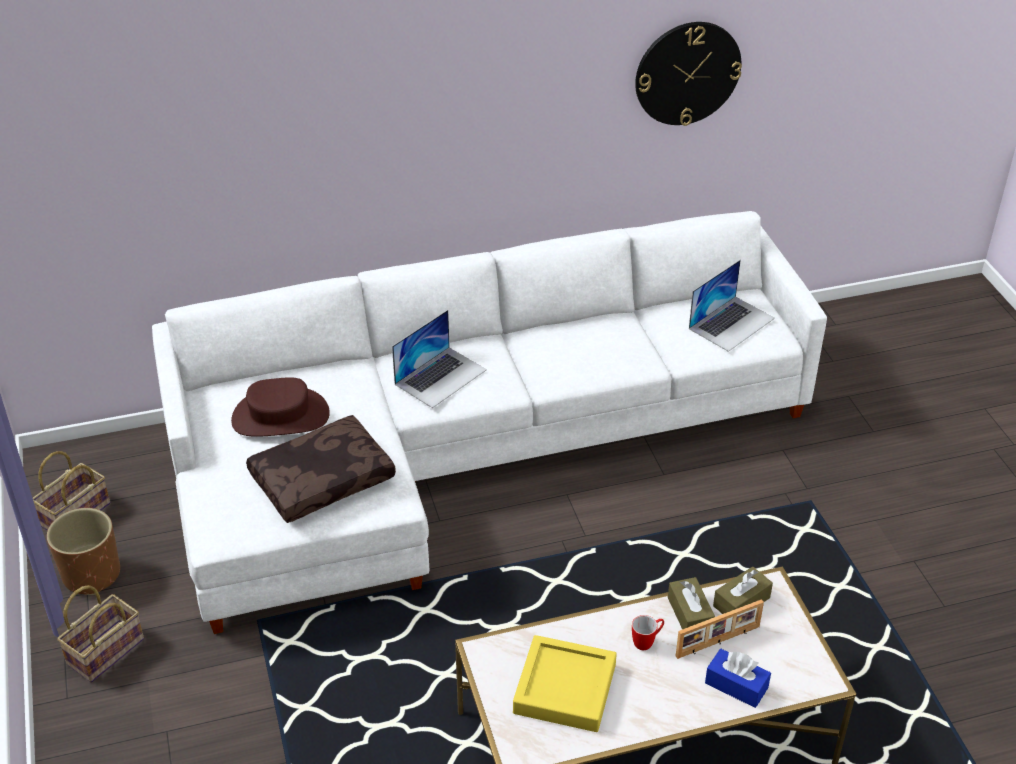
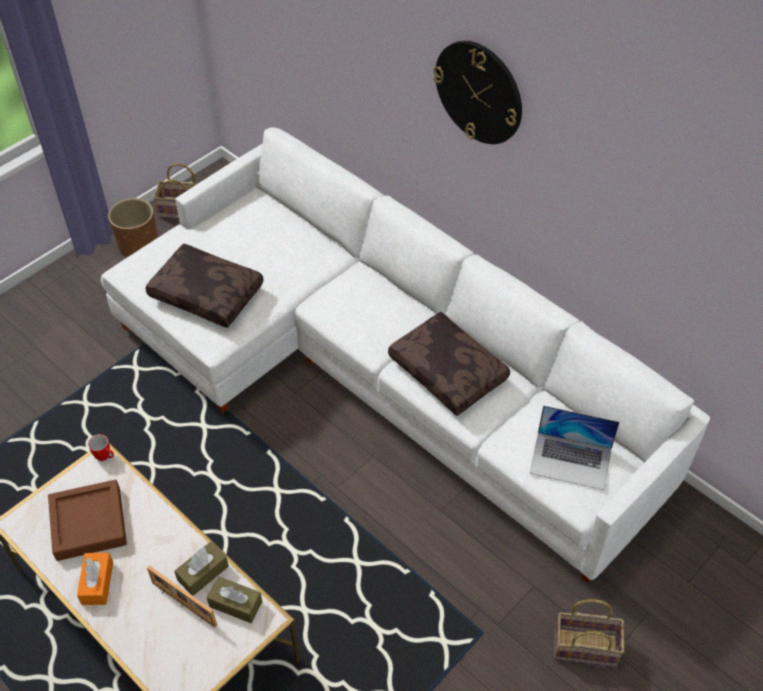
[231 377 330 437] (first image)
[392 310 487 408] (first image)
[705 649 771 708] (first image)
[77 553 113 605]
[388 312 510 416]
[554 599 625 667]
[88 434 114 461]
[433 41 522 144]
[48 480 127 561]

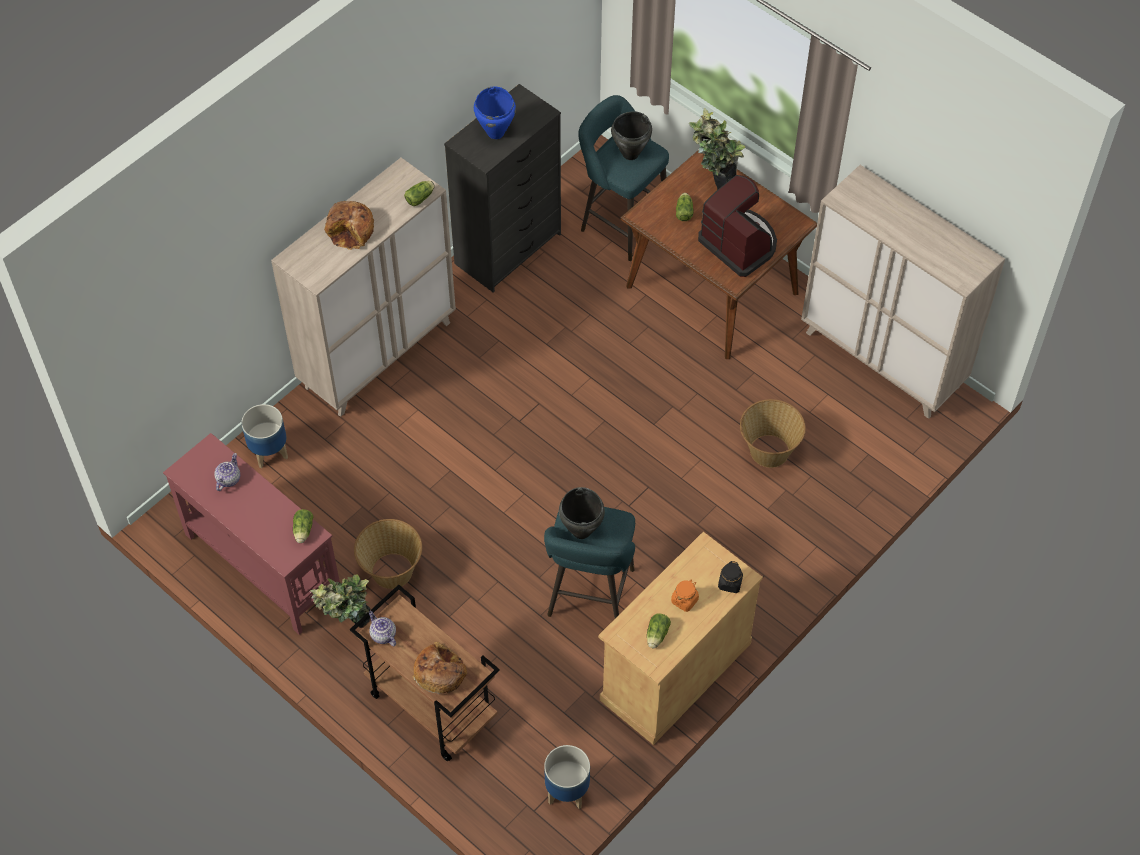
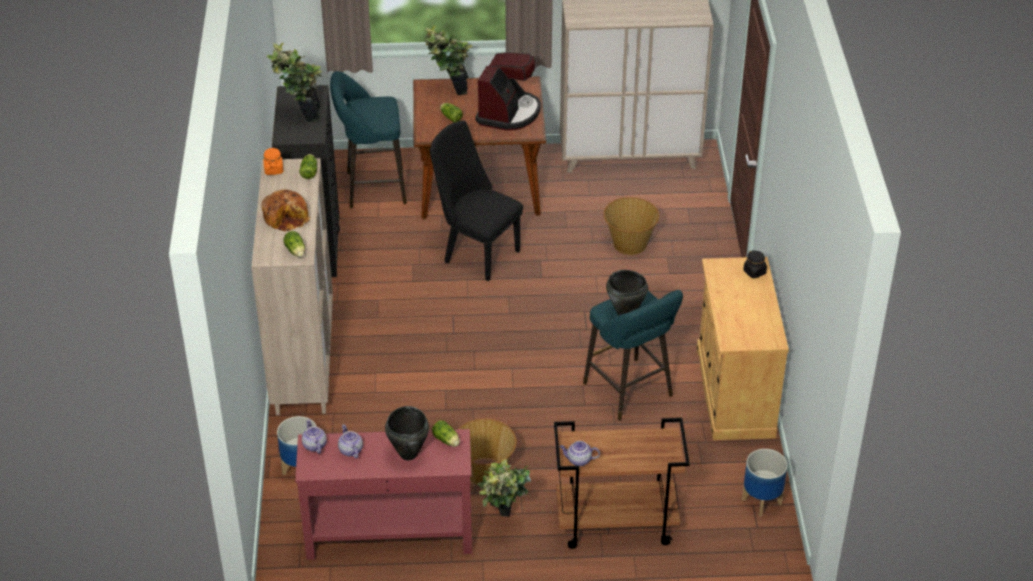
[413 642 467 694] (first image)
[302 419 327 454]
[430 120 523 281]
[385 406 429 460]
[283 231 305 257]
[263 148 283 175]
[266 43 322 122]
[475 52 541 130]

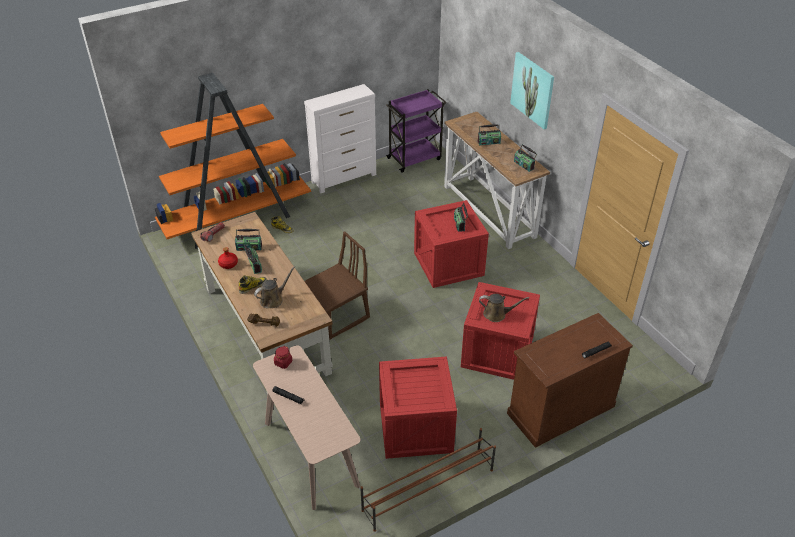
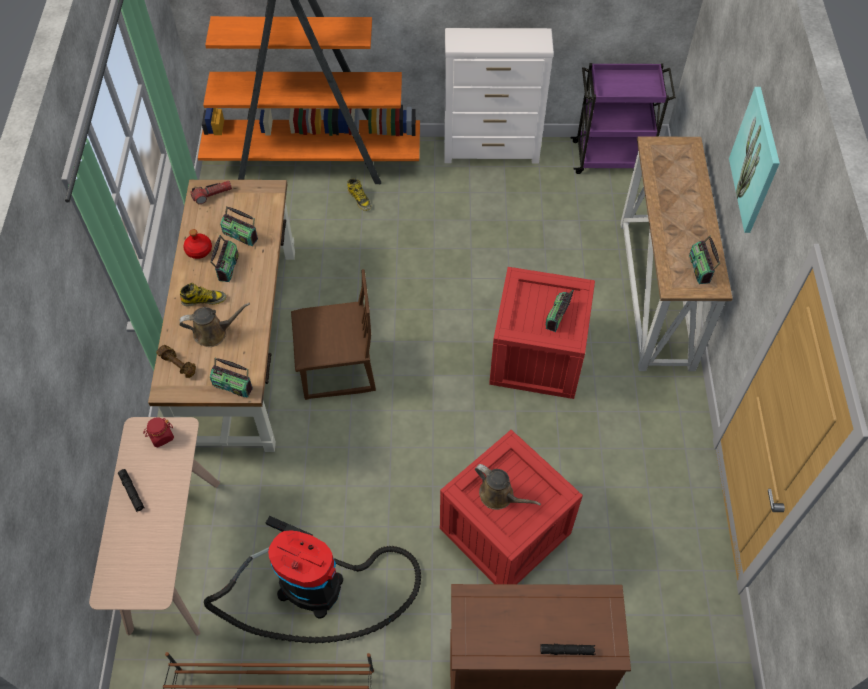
[210 357 253 398]
[204 516 421 643]

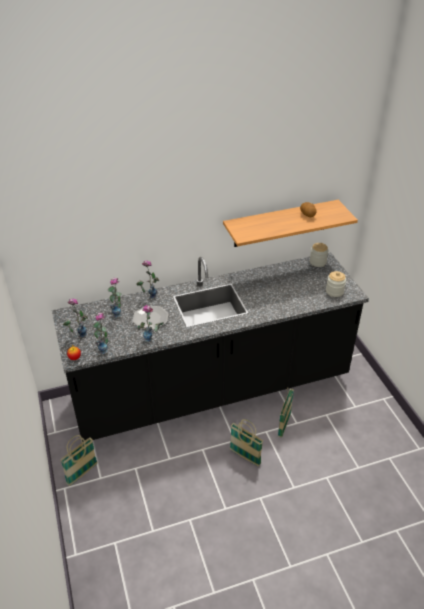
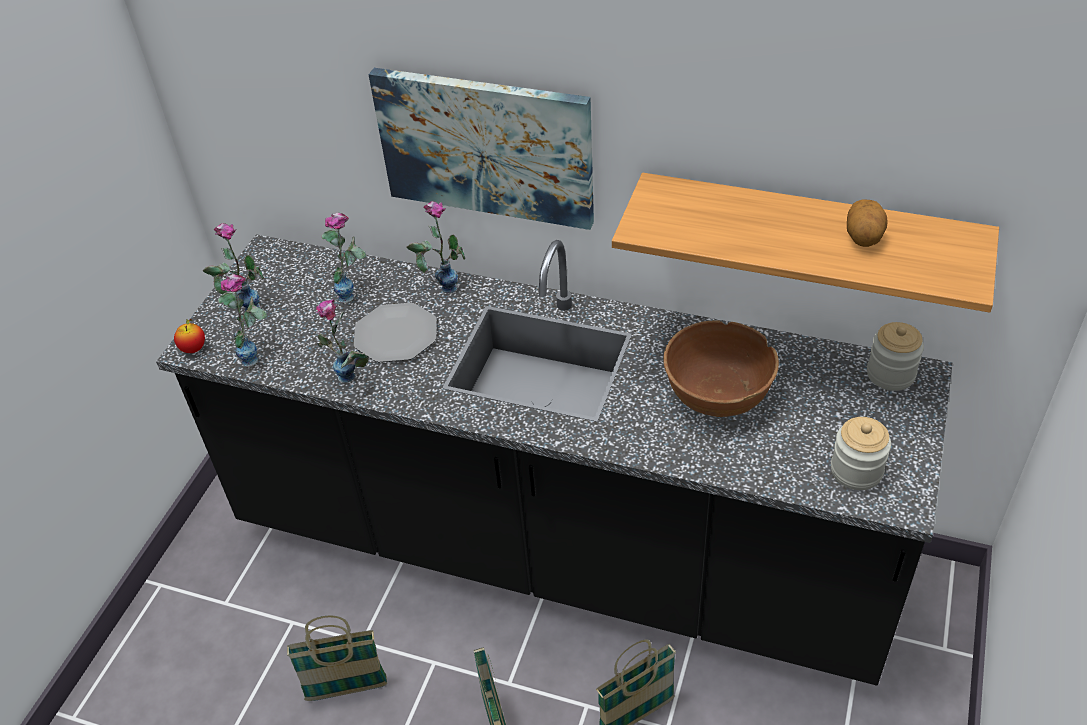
[368 68 594 230]
[663 320 779 417]
[287 616 387 701]

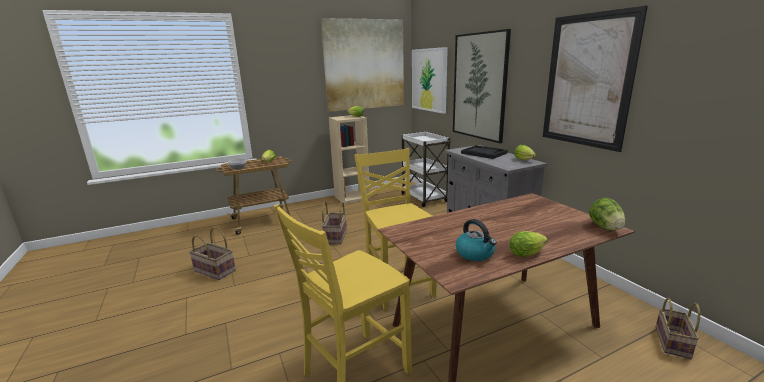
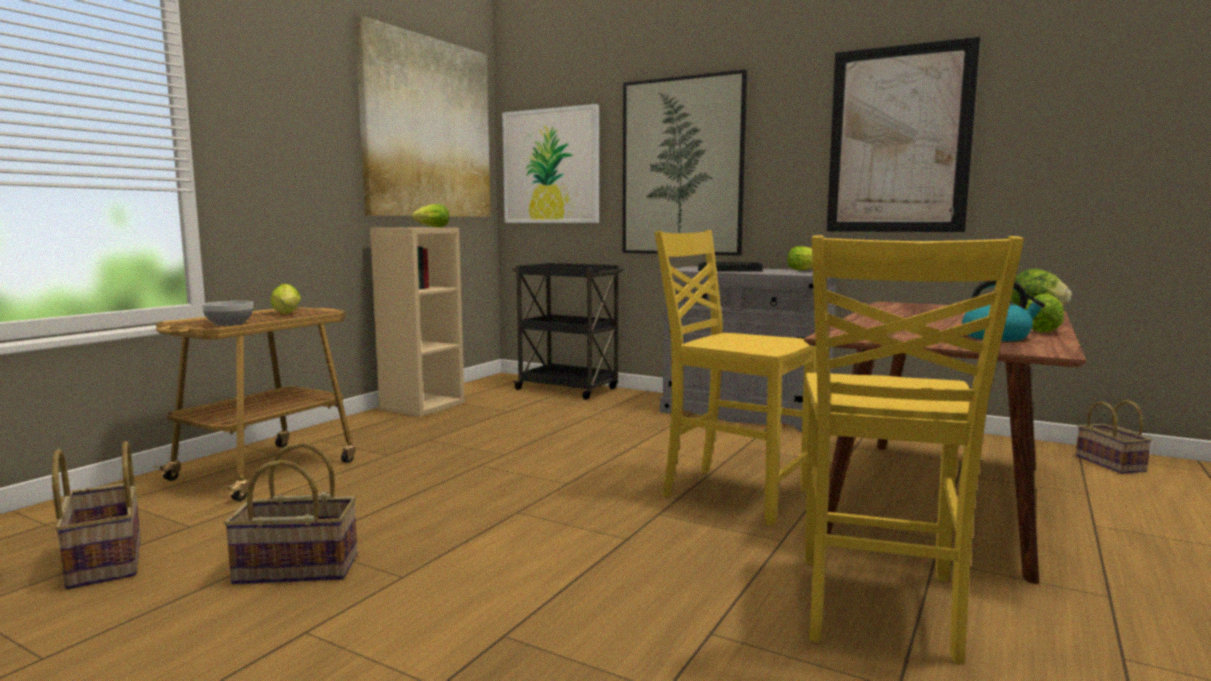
[52 441 141 590]
[512 263 624 400]

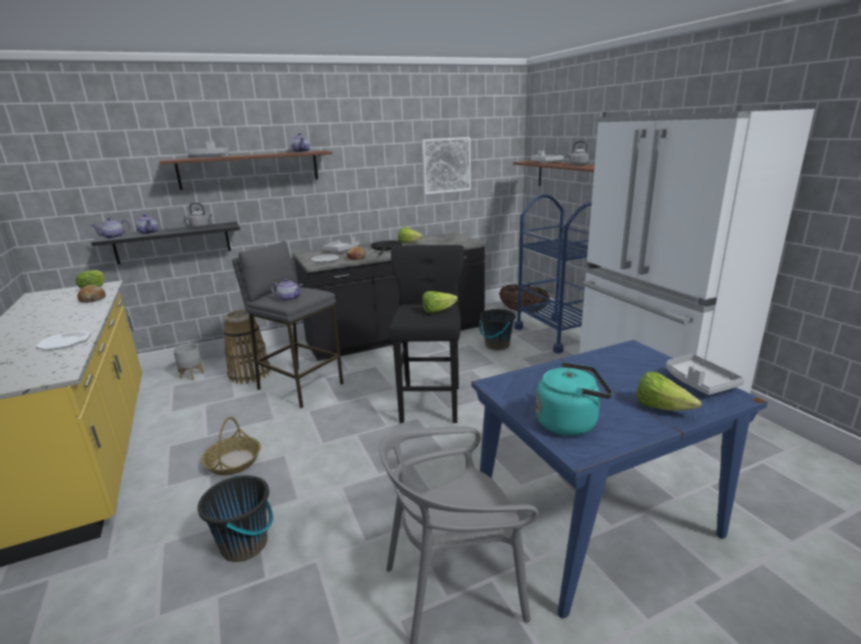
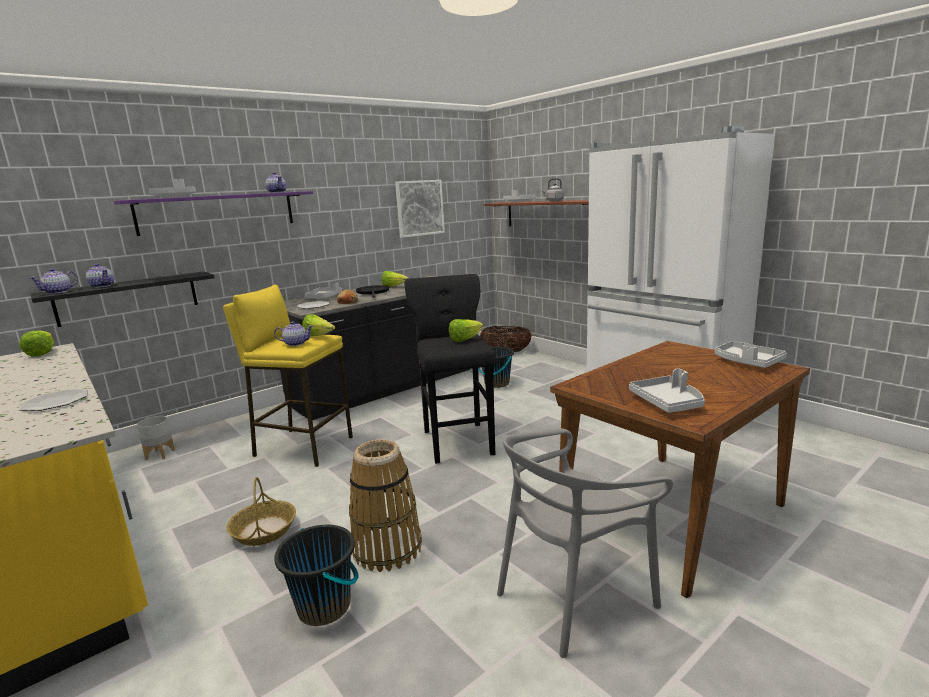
[77 285 106 303] (first image)
[188 203 212 228] (first image)
[514 195 592 354] (first image)
[349 439 422 572]
[302 314 335 336]
[629 368 705 413]
[114 191 313 236]
[223 284 353 467]
[551 341 810 598]

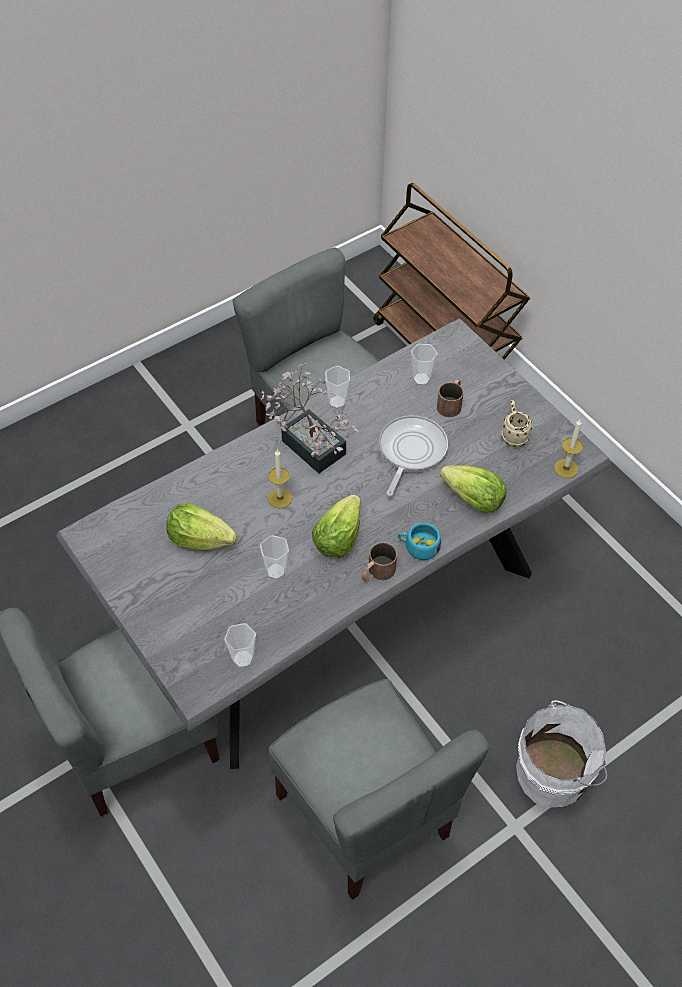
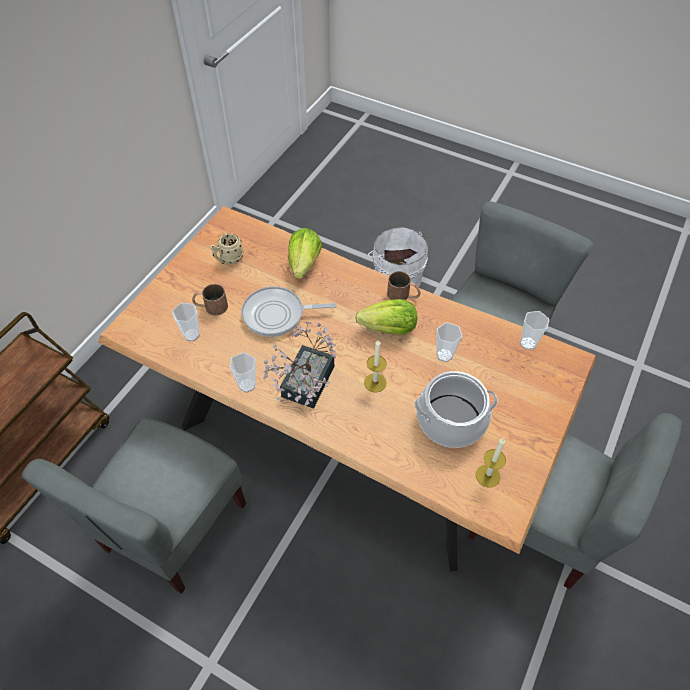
[398 523 441 560] (first image)
[476 438 506 488]
[414 371 498 448]
[98 206 597 571]

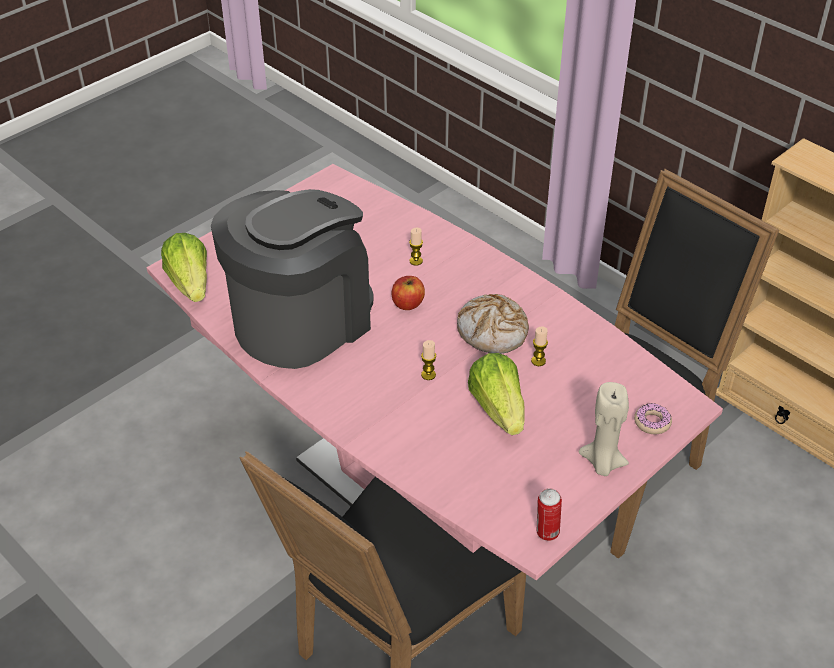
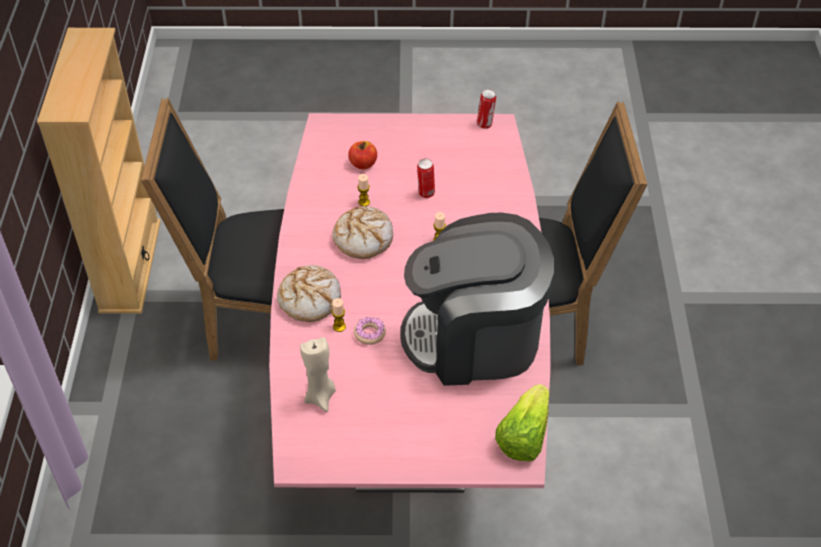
[277 265 341 322]
[348 141 377 169]
[300 337 336 412]
[354 317 386 345]
[417 158 435 198]

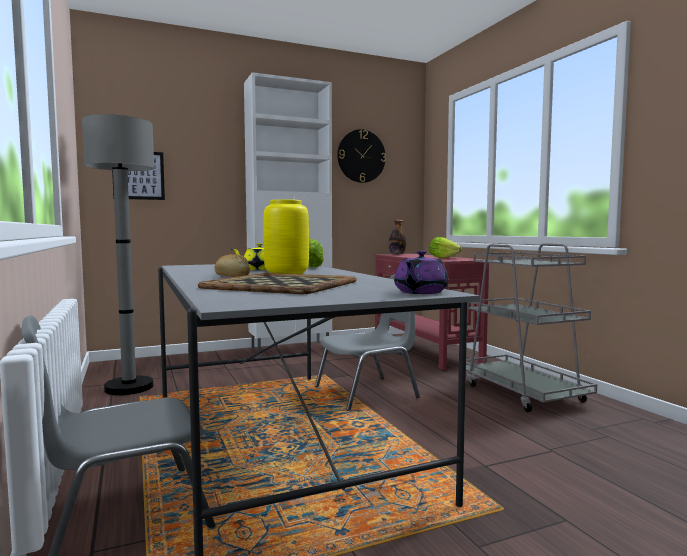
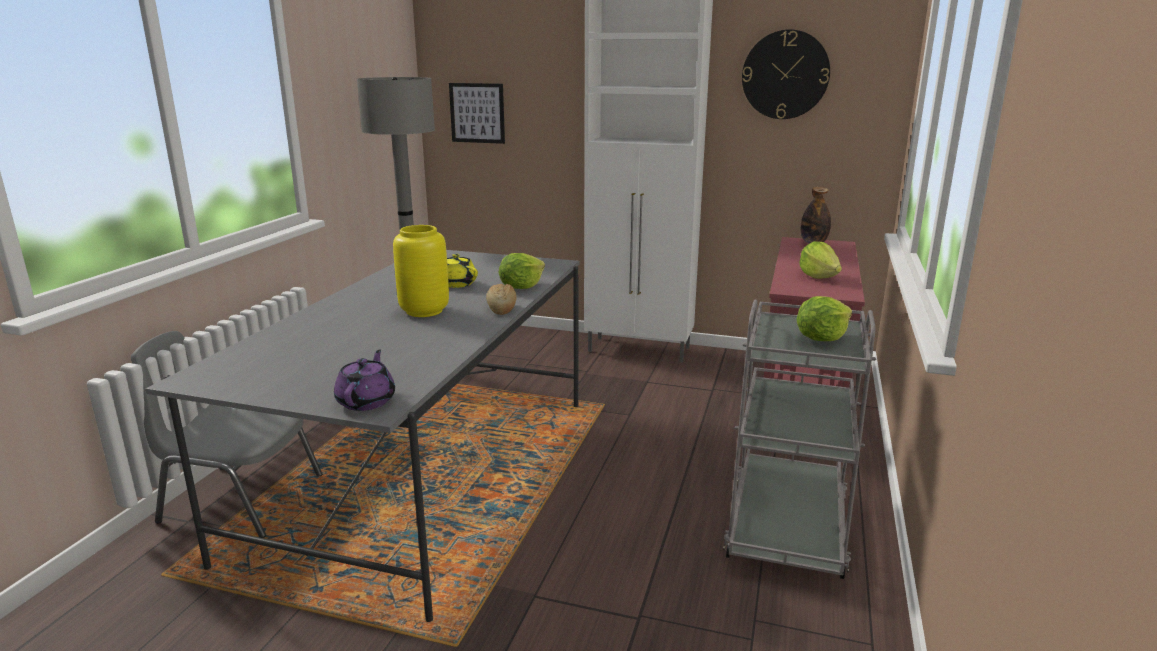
[198 273 357 294] (first image)
[315 274 420 410] (first image)
[796 296 852 341]
[486 283 517 315]
[334 349 395 411]

